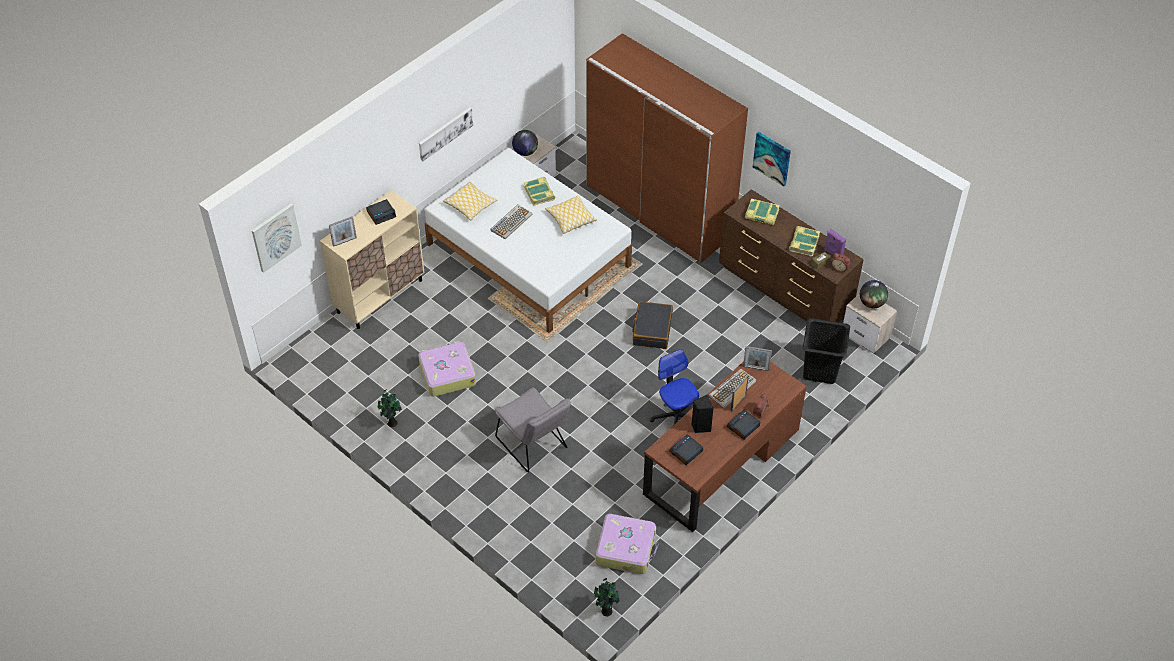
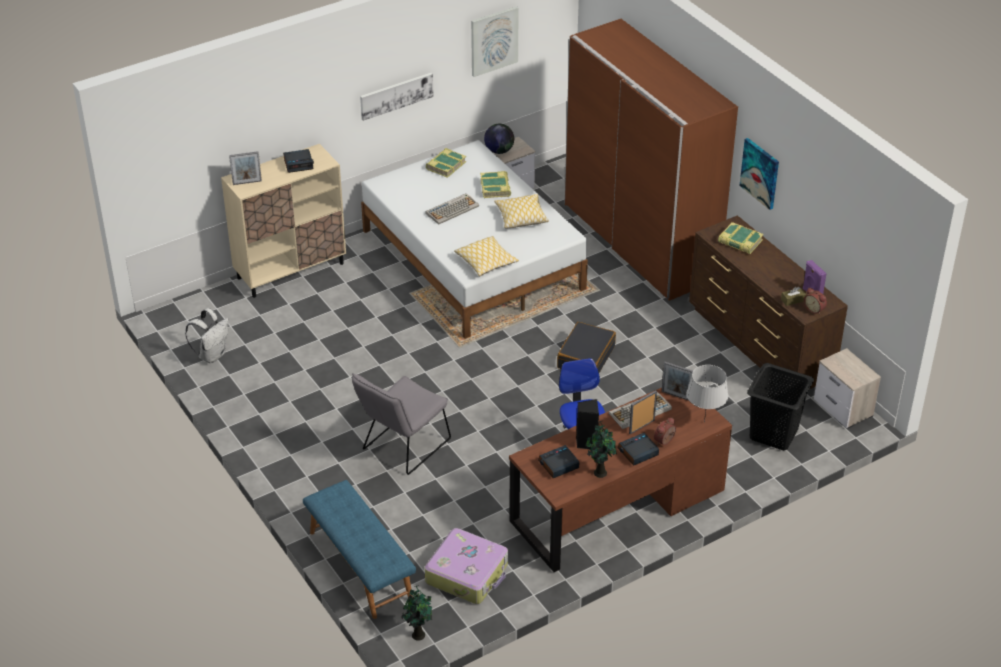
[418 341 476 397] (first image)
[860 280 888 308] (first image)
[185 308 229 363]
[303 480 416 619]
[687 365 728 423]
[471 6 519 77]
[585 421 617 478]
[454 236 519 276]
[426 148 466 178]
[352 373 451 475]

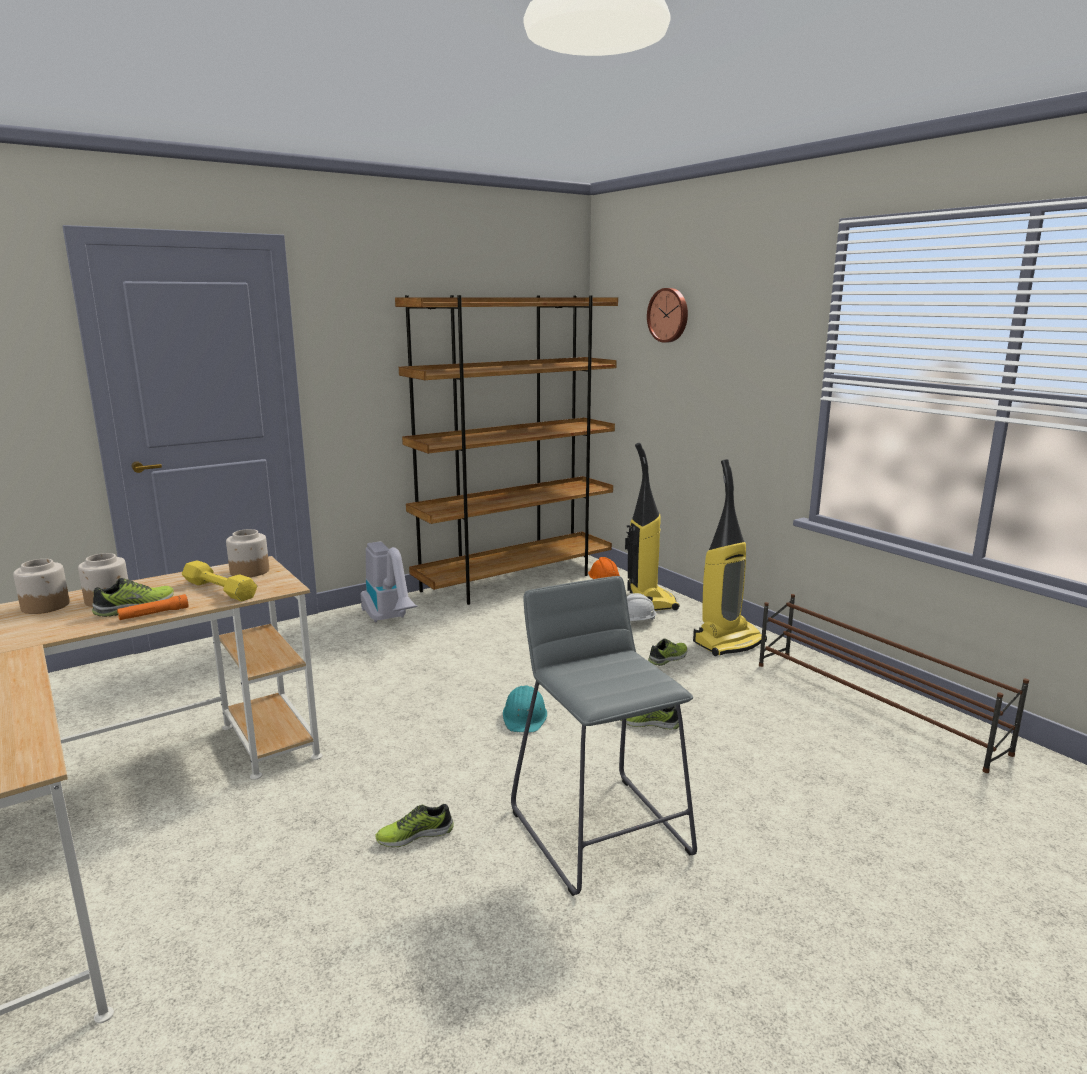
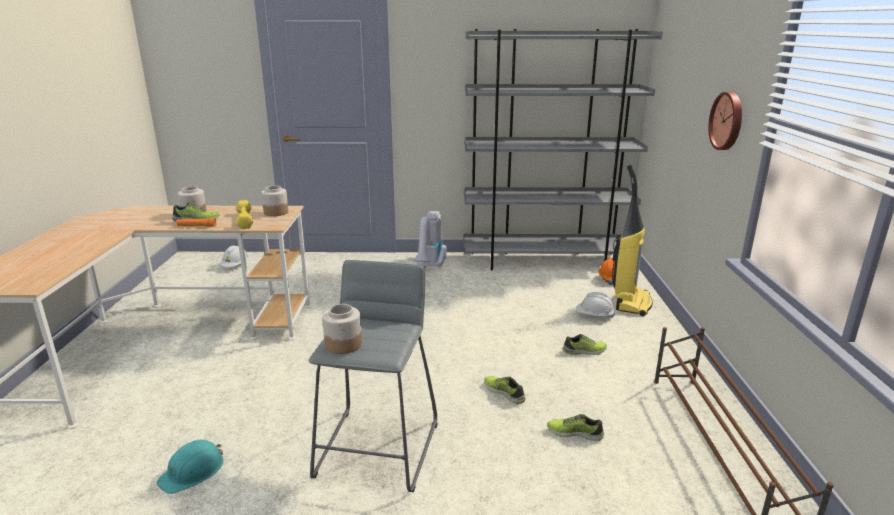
[693 459 767 656] (first image)
[220 245 249 267]
[322 304 362 354]
[547 414 604 441]
[157 440 223 494]
[709 92 742 150]
[463 29 662 270]

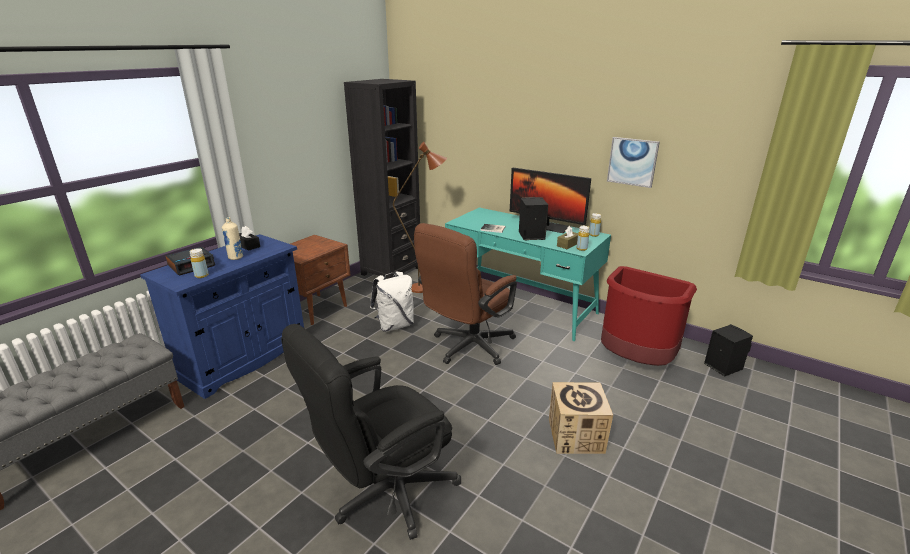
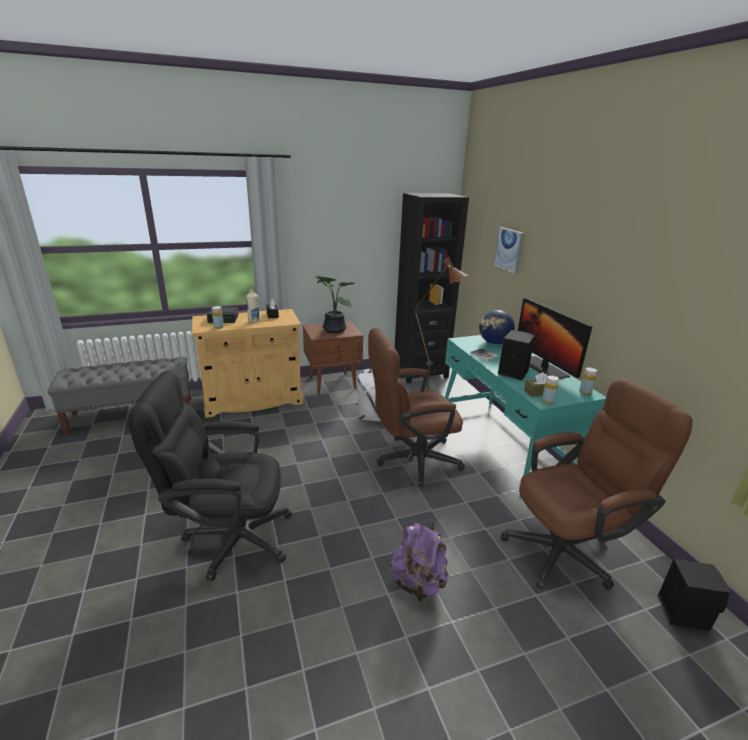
[315 274 355 333]
[479 310 515 345]
[493 227 524 274]
[390 519 448 602]
[501 378 693 590]
[192 309 303 418]

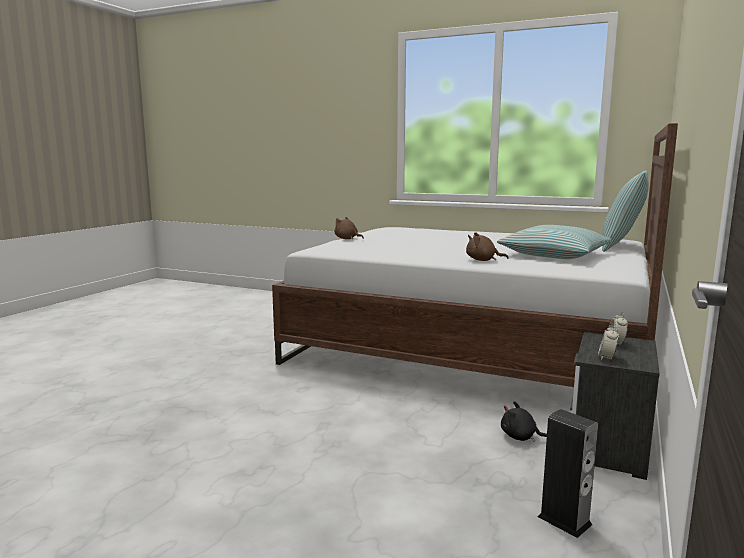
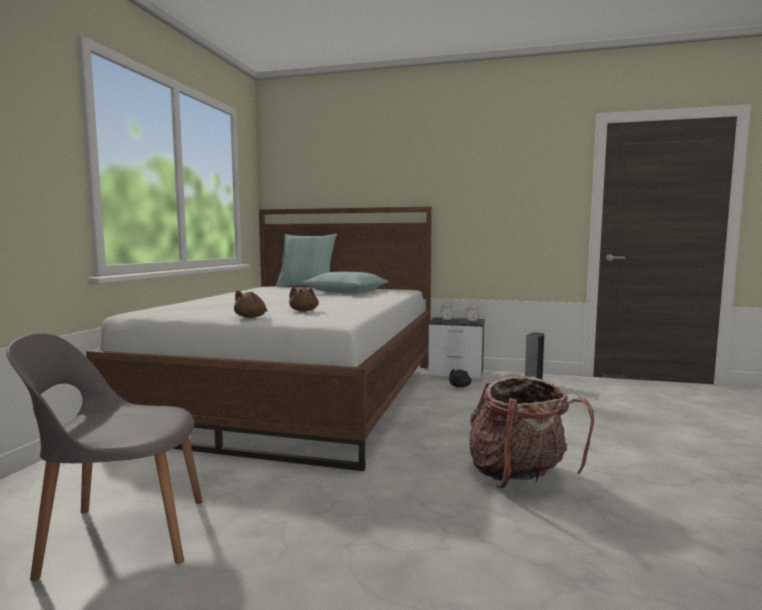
[6 333 203 581]
[469 373 594 488]
[289 287 319 312]

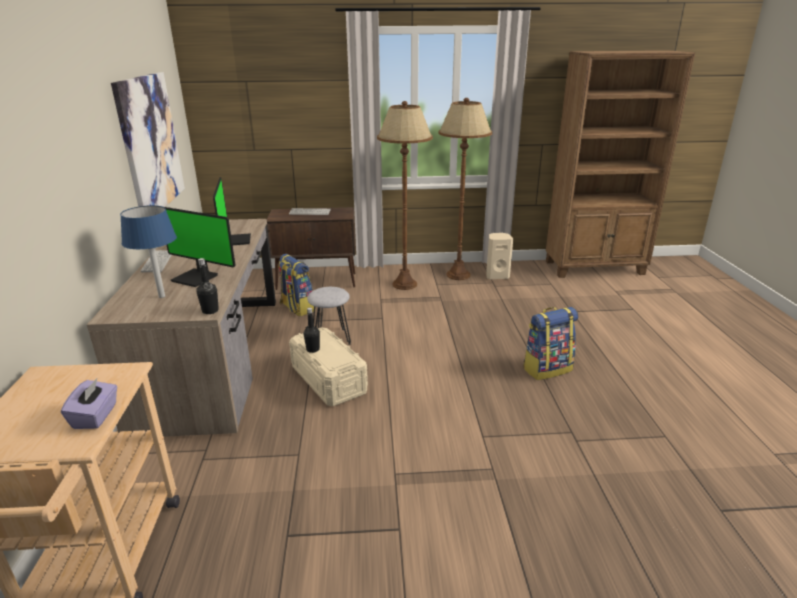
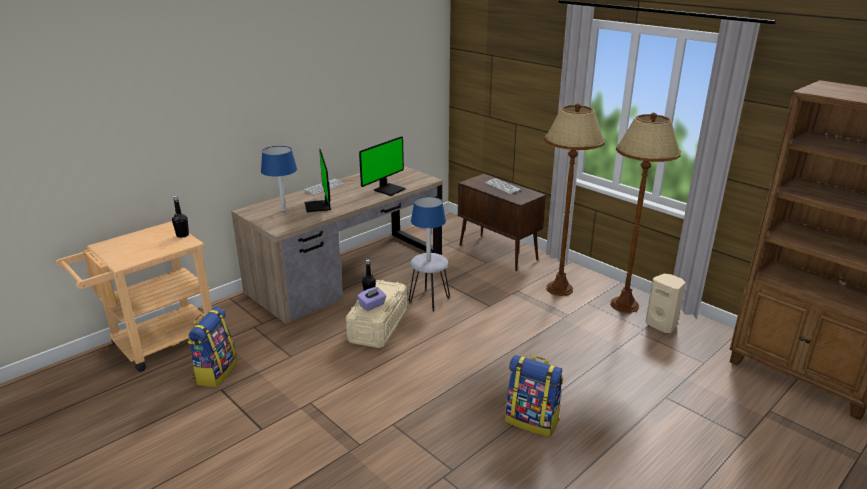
[111 72 185 207] (first image)
[411 197 446 261]
[357 287 386 311]
[172 195 189 238]
[187 307 237 387]

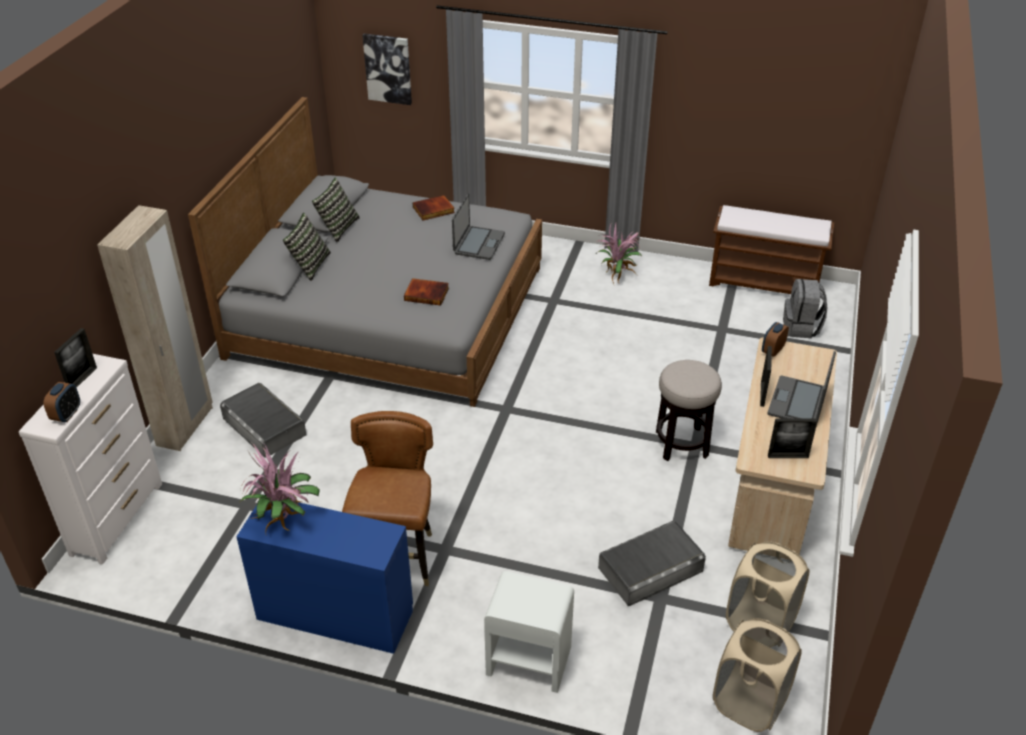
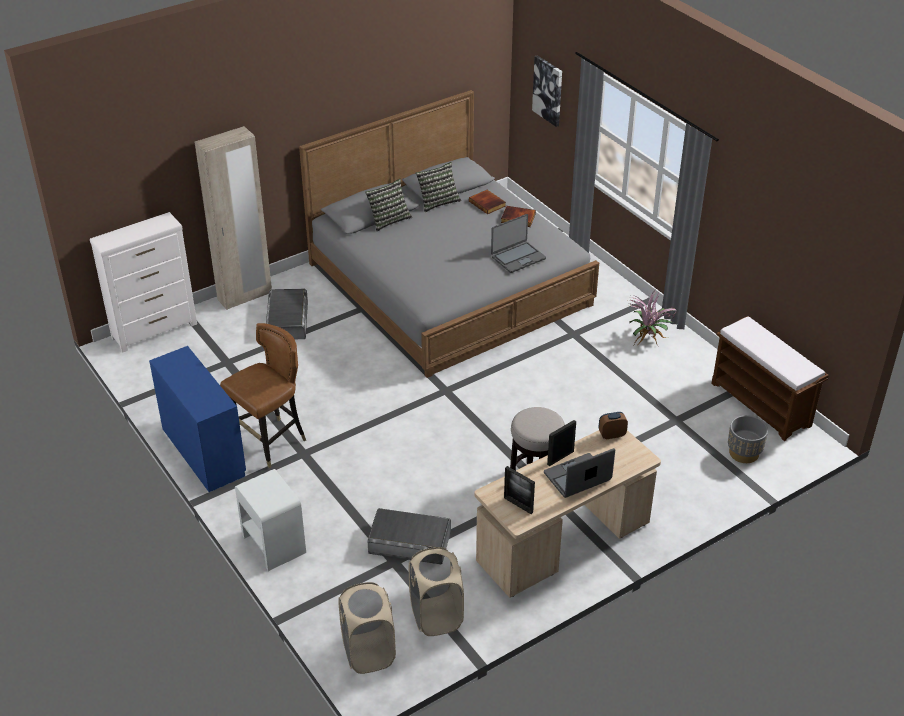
[43 382 80 422] (first image)
[54 328 97 388] (first image)
[241 443 320 532] (first image)
[469 190 506 214]
[728 415 768 463]

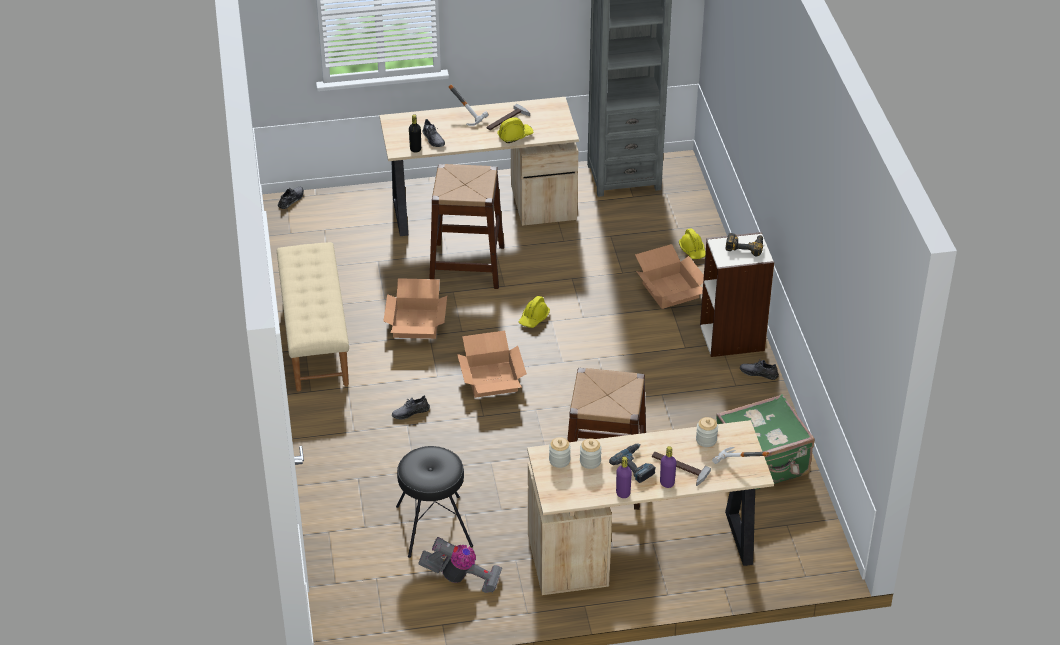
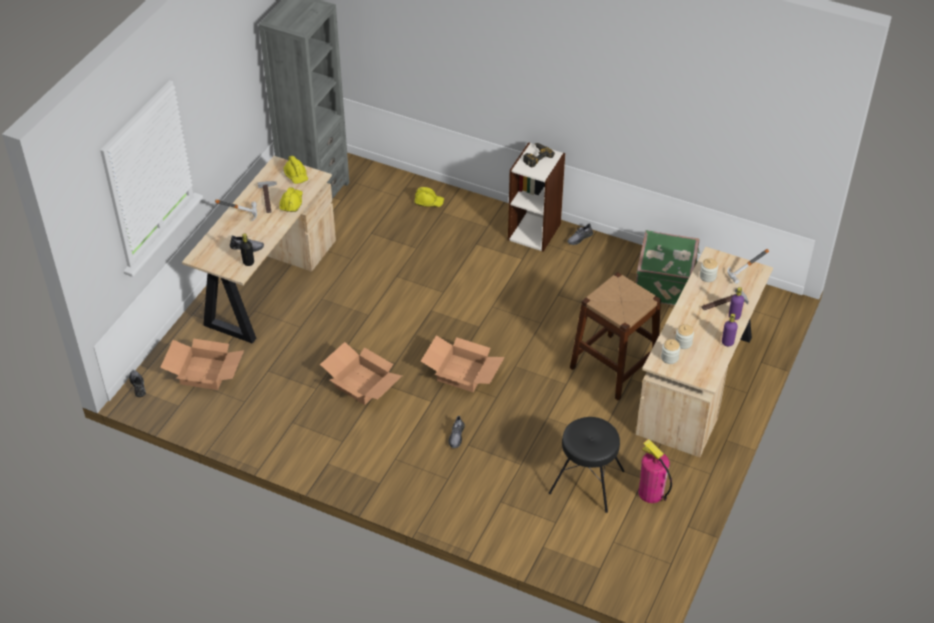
[277 242 349 391] (first image)
[429 164 504 289] (first image)
[609 443 656 483] (first image)
[283 156 308 184]
[160 339 244 390]
[638 439 672 503]

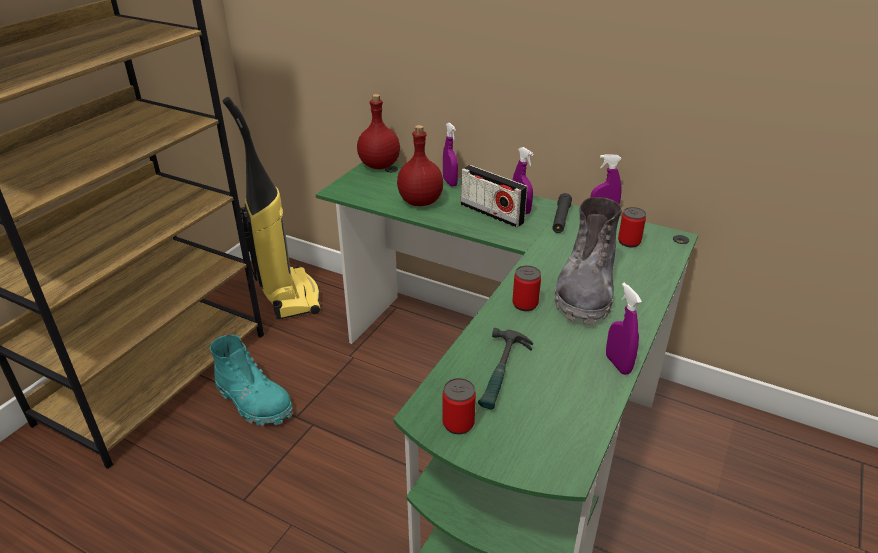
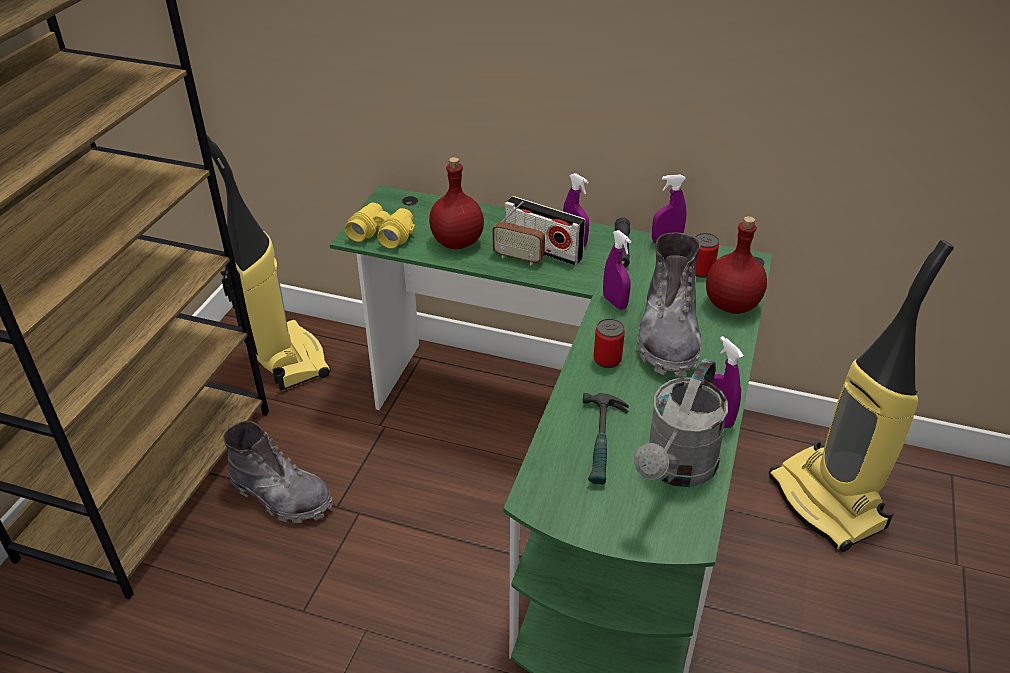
[442 378 476 434] (first image)
[345 203 415 249]
[492 201 545 265]
[634 359 728 487]
[769 240 954 552]
[706 216 767 314]
[603 230 631 310]
[223 421 333 523]

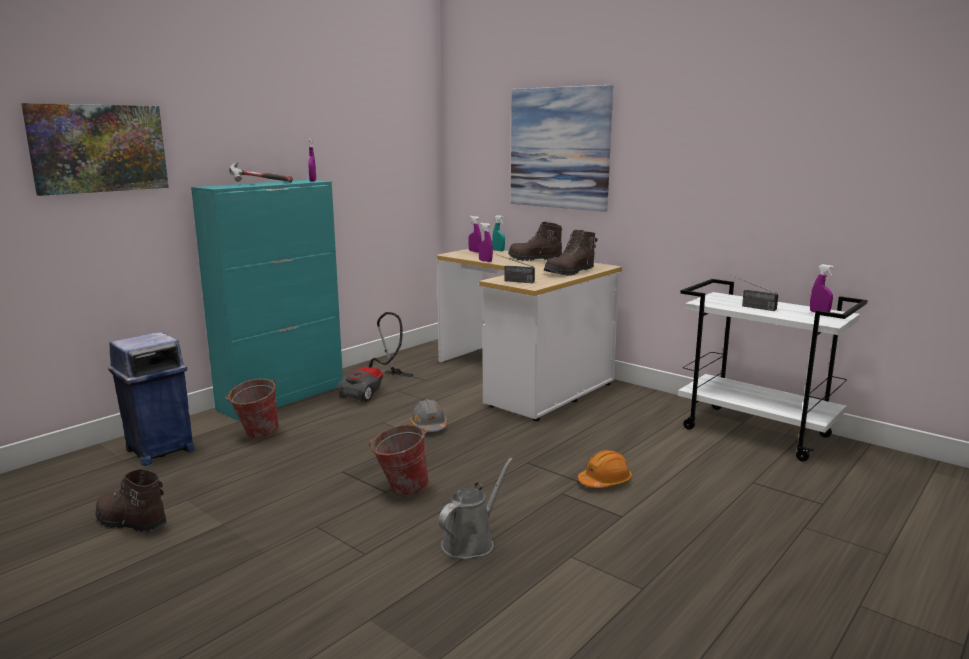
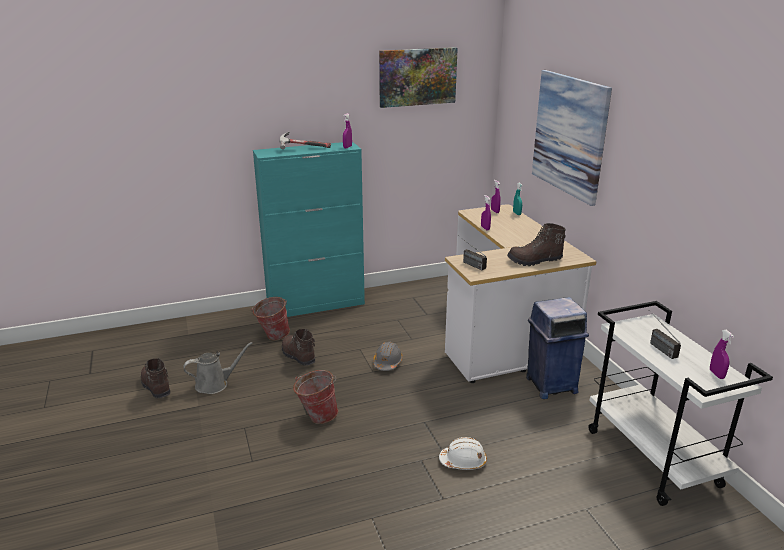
[337 312 414 402] (first image)
[379 47 458 108]
[526 297 589 399]
[183 342 253 394]
[282 329 315 366]
[439 437 487 470]

